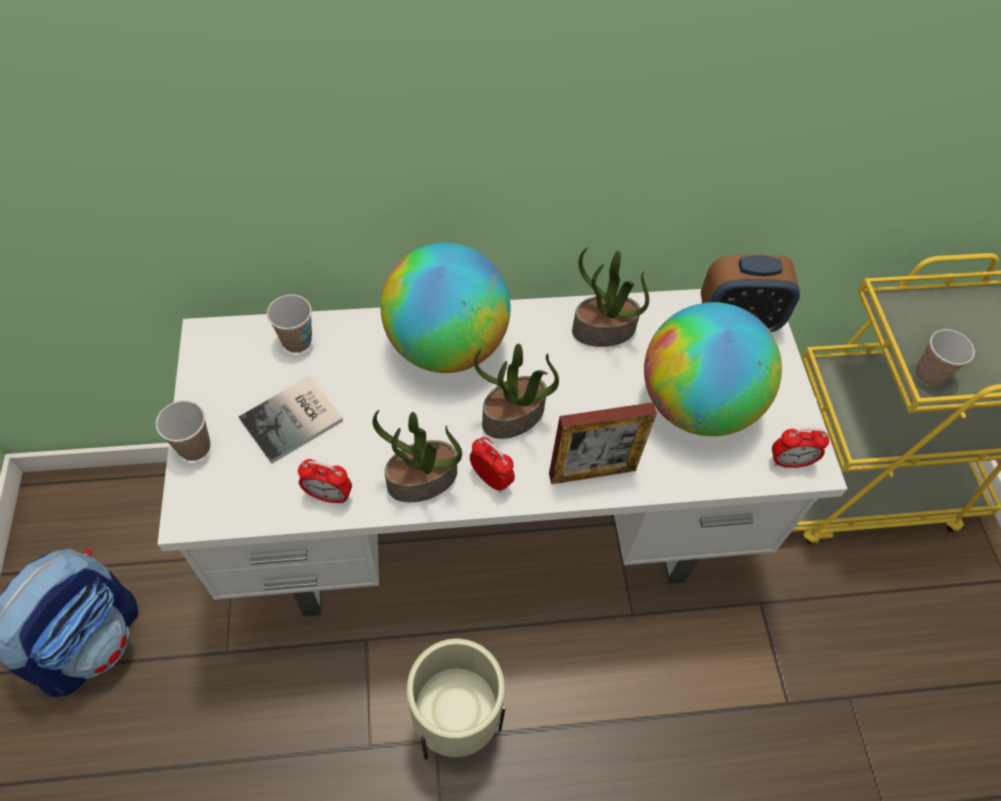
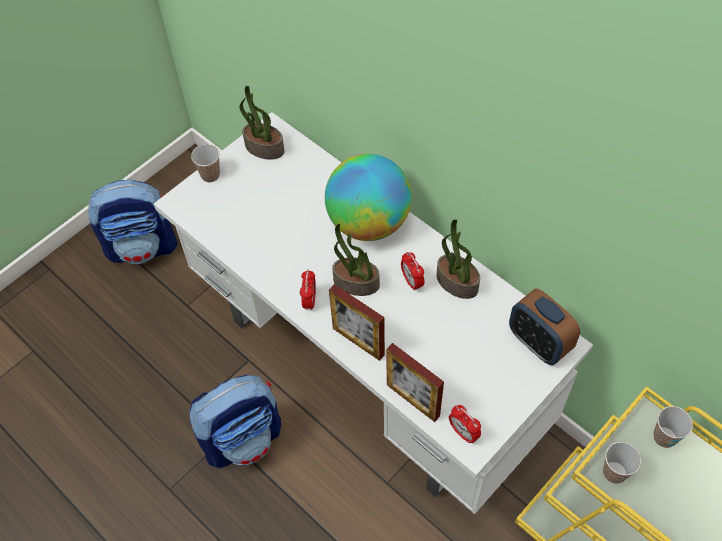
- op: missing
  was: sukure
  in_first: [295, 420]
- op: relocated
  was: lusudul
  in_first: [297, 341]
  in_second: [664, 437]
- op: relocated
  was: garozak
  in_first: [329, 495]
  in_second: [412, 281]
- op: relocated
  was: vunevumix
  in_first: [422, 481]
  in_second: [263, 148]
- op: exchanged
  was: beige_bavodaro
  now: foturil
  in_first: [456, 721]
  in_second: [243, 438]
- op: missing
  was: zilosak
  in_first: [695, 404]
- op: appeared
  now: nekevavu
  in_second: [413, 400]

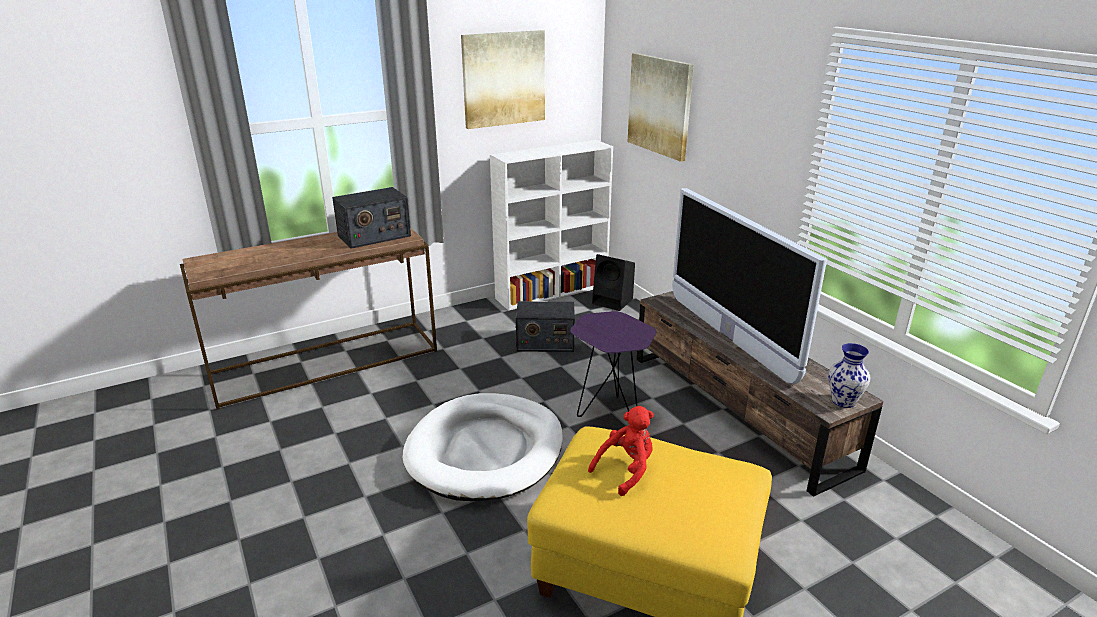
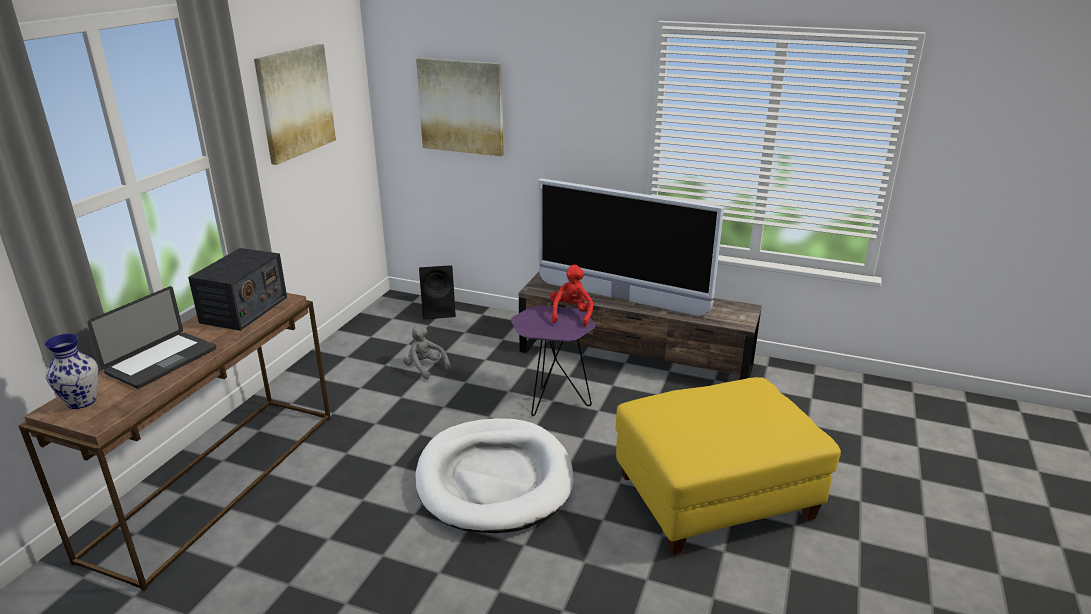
- op: missing
  was: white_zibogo
  in_first: [553, 291]
- op: exchanged
  was: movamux
  now: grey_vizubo
  in_first: [545, 342]
  in_second: [425, 368]
- op: relocated
  was: red_vizubo
  in_first: [626, 470]
  in_second: [571, 315]
- op: relocated
  was: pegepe
  in_first: [843, 402]
  in_second: [82, 402]
- op: appeared
  now: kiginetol
  in_second: [161, 361]

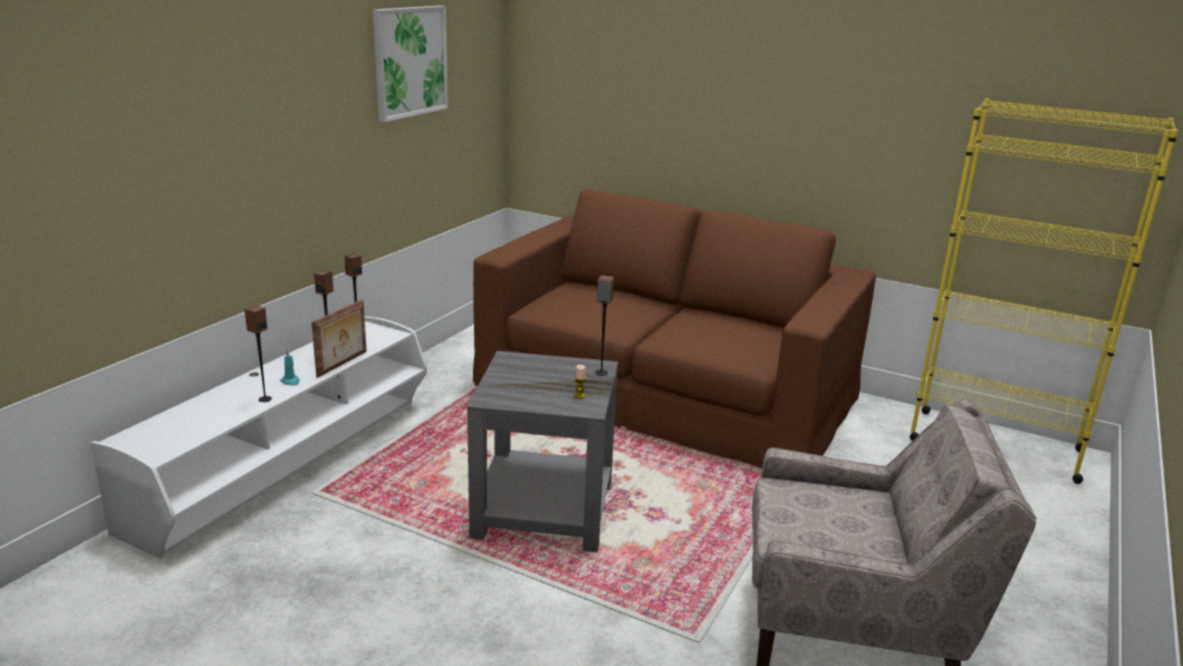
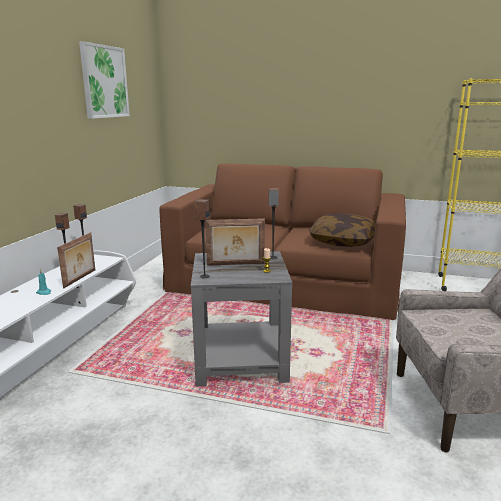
- op: relocated
  was: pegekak
  in_first: [265, 399]
  in_second: [204, 276]
- op: appeared
  now: nekevavu
  in_second: [236, 264]
- op: appeared
  now: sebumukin
  in_second: [343, 241]

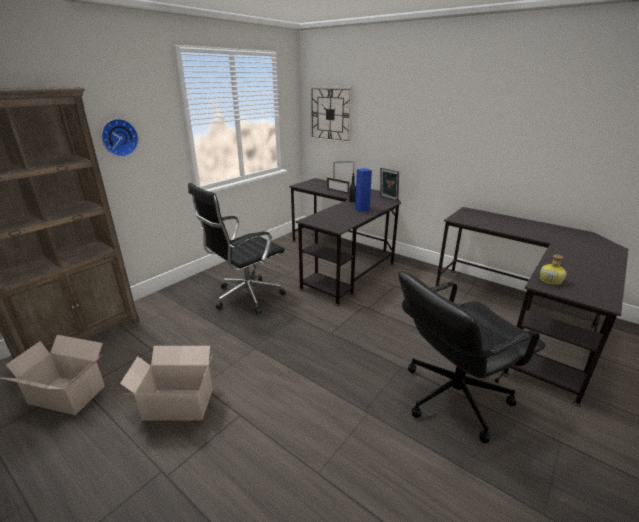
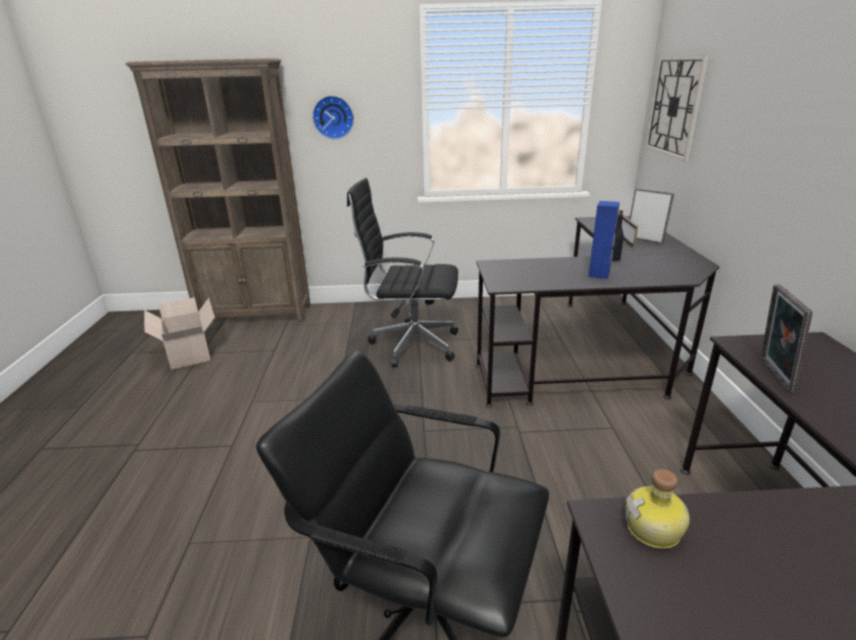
- op: missing
  was: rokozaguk
  in_first: [177, 404]
- op: relocated
  was: nekevavu
  in_first: [388, 198]
  in_second: [772, 374]

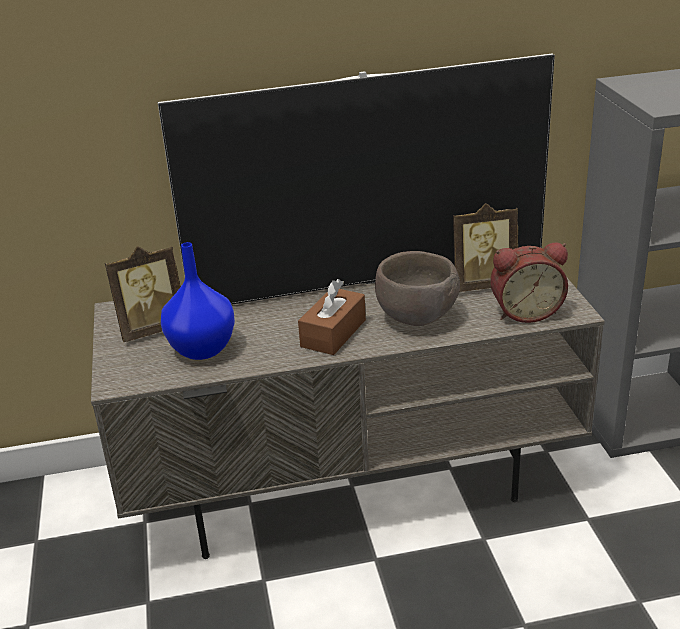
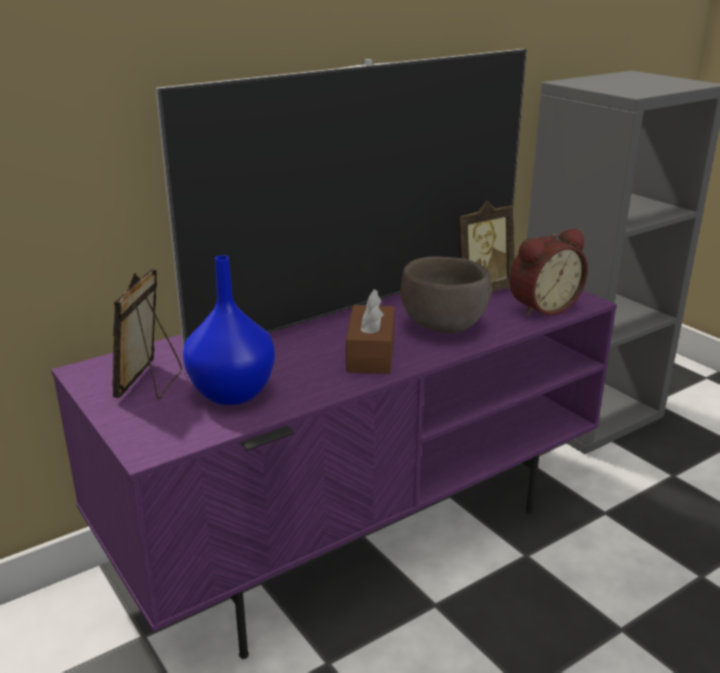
- op: colour
  was: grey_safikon
  now: purple_safikon
  in_first: [351, 480]
  in_second: [358, 530]
- op: spun
  was: nekevavu
  in_first: [152, 329]
  in_second: [151, 383]
  clockwise: 150

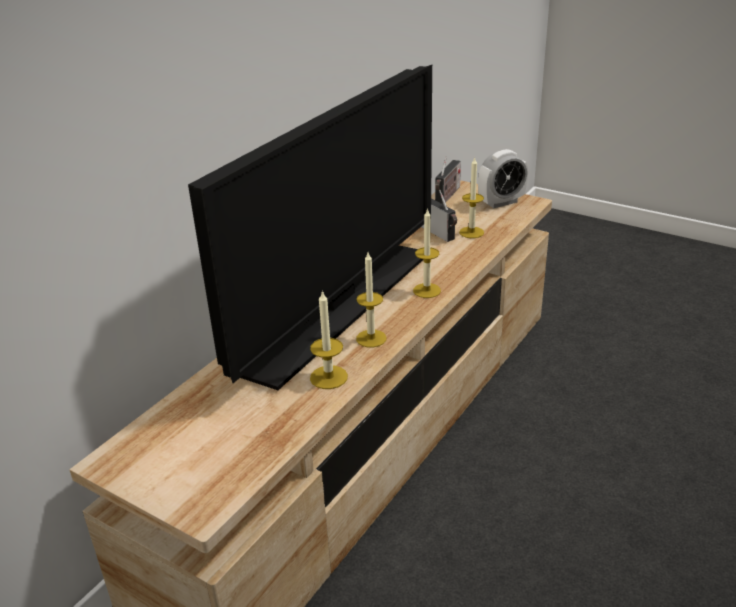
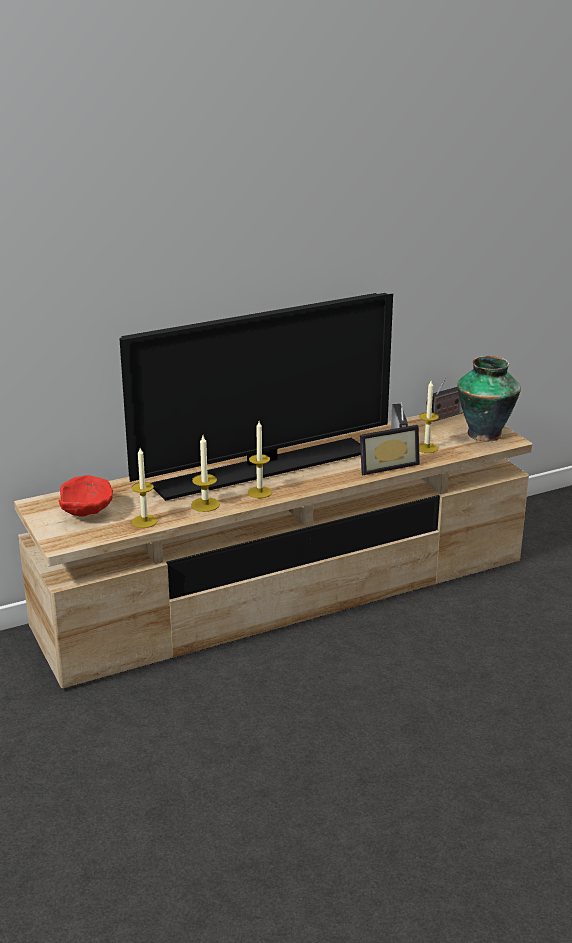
- op: relocated
  was: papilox
  in_first: [426, 290]
  in_second: [144, 521]
- op: exchanged
  was: garozak
  now: pegepe
  in_first: [501, 202]
  in_second: [484, 433]
- op: appeared
  now: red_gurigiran
  in_second: [87, 514]
- op: appeared
  now: nekevavu
  in_second: [386, 465]

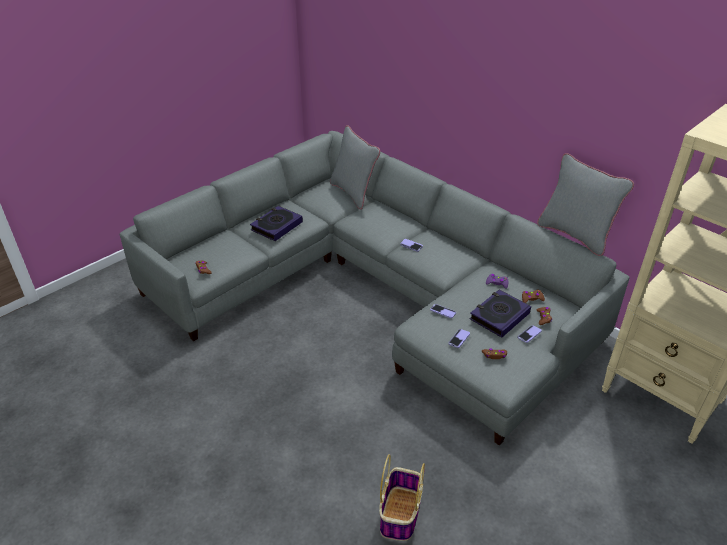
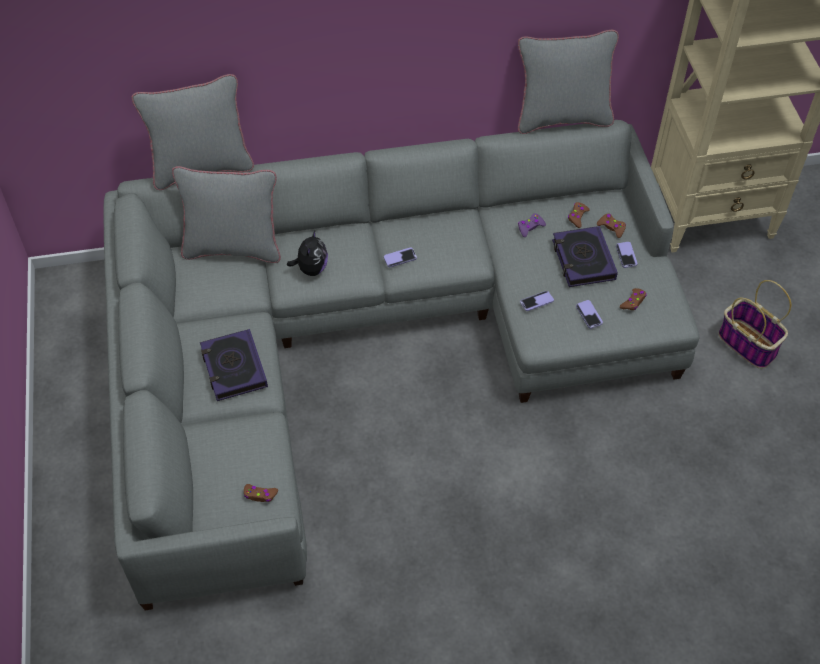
- op: relocated
  was: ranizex
  in_first: [400, 515]
  in_second: [748, 344]
- op: appeared
  now: grey_sebumukin
  in_second: [201, 168]
- op: appeared
  now: vizubo
  in_second: [311, 269]

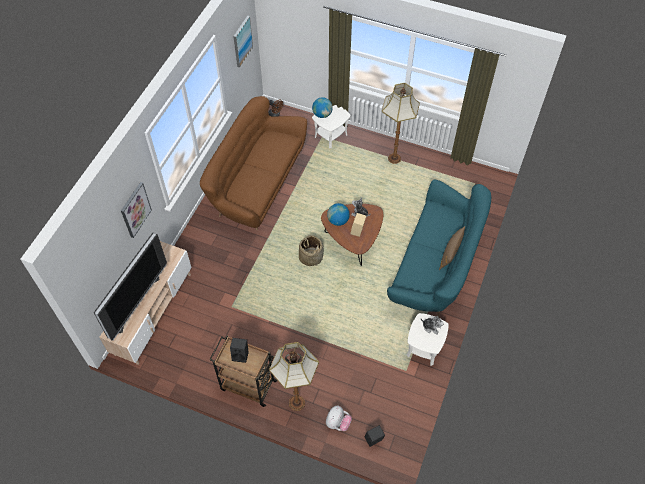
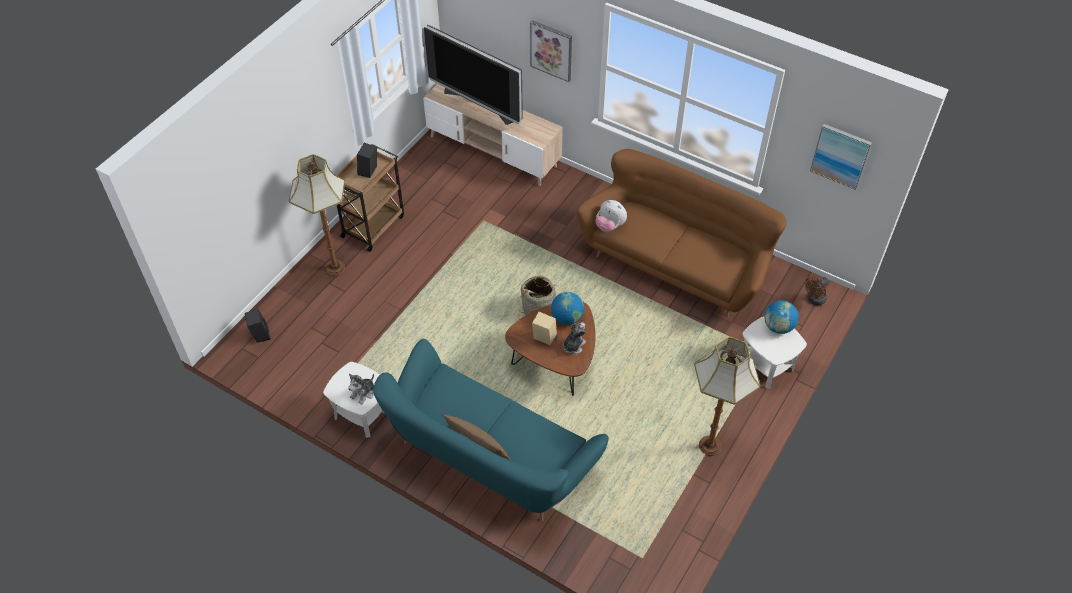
- op: relocated
  was: vizubo
  in_first: [337, 423]
  in_second: [610, 226]

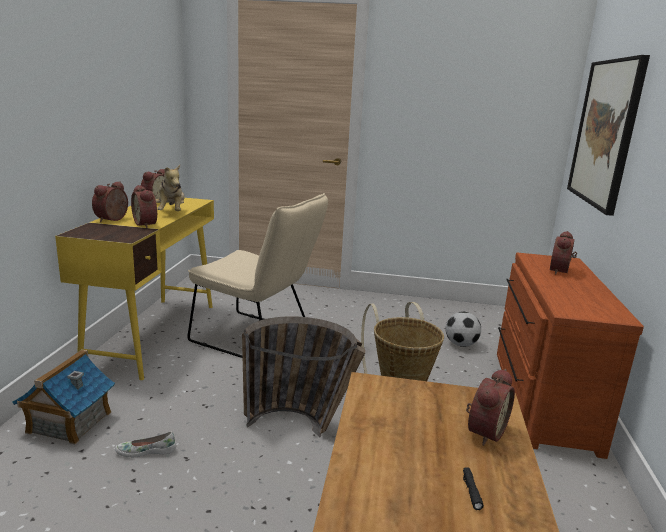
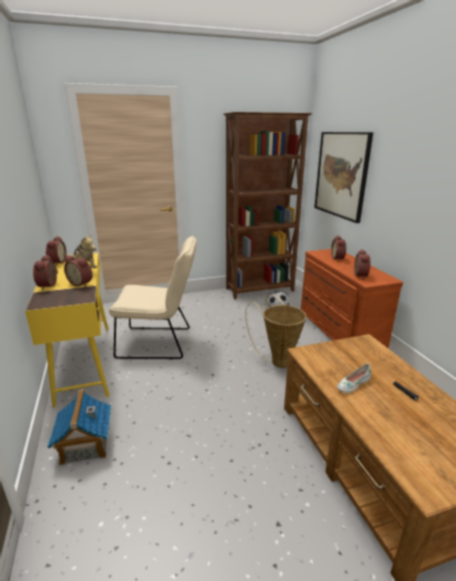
- op: relocated
  was: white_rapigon
  in_first: [146, 451]
  in_second: [352, 384]
- op: missing
  was: ranizex
  in_first: [302, 427]
- op: relocated
  was: garozak
  in_first: [483, 431]
  in_second: [358, 275]
- op: appeared
  now: brown_zibogo
  in_second: [260, 290]

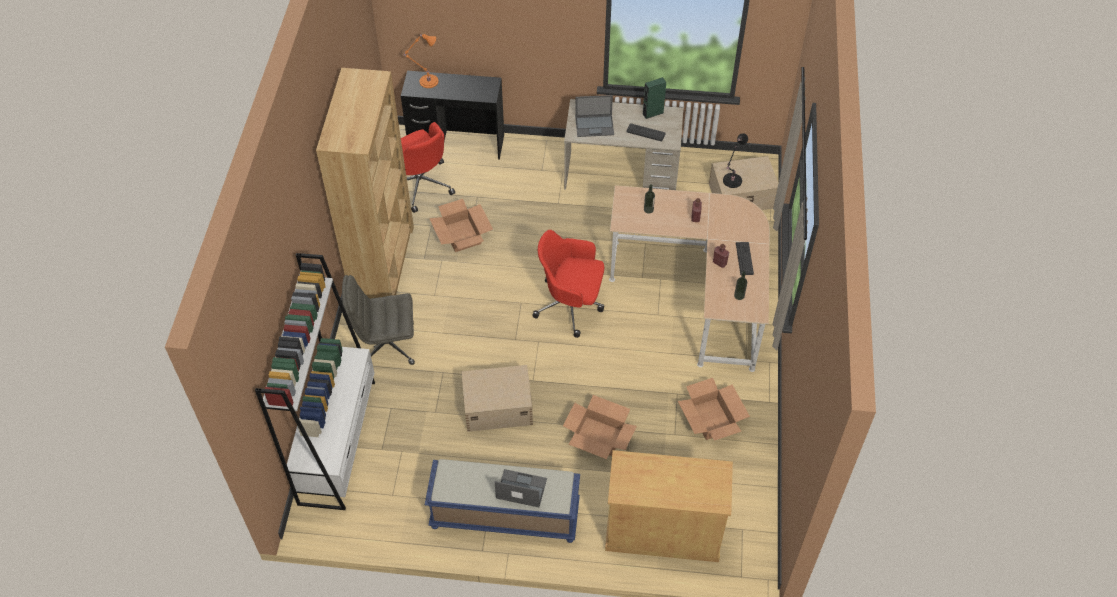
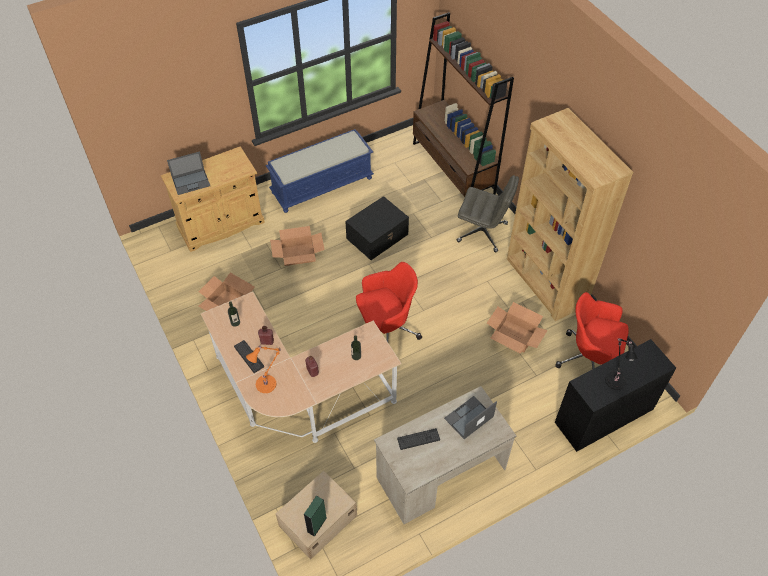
- op: colour
  was: white_zibogo
  now: brown_zibogo
  in_first: [337, 441]
  in_second: [453, 170]
- op: spun
  was: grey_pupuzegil
  in_first: [386, 345]
  in_second: [483, 232]
  clockwise: 60
- op: relocated
  was: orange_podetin
  in_first: [427, 81]
  in_second: [267, 383]
- op: colour
  was: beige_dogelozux
  now: black_dogelozux
  in_first: [497, 407]
  in_second: [378, 236]
- op: relocated
  was: kiginetol
  in_first: [520, 488]
  in_second: [191, 182]
- op: relocated
  was: green_pegekak
  in_first: [653, 113]
  in_second: [317, 524]
- op: relocated
  was: black_podetin
  in_first: [731, 181]
  in_second: [615, 379]

